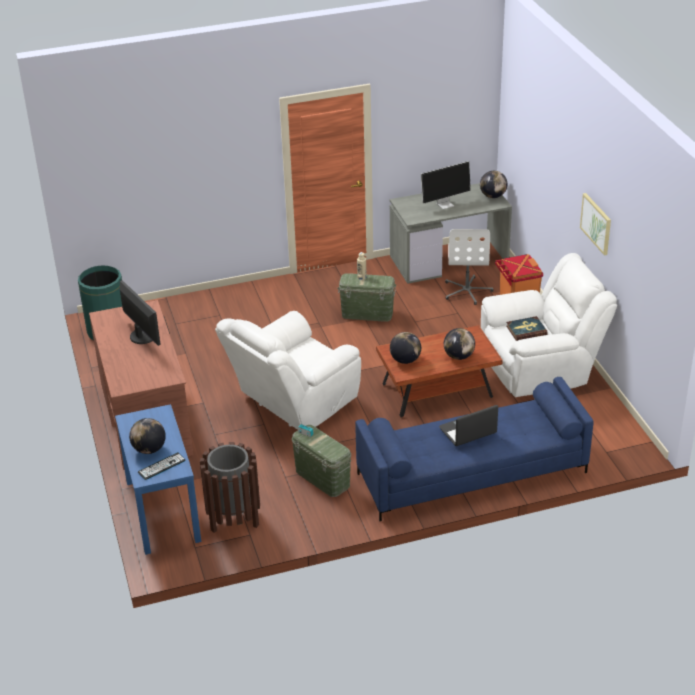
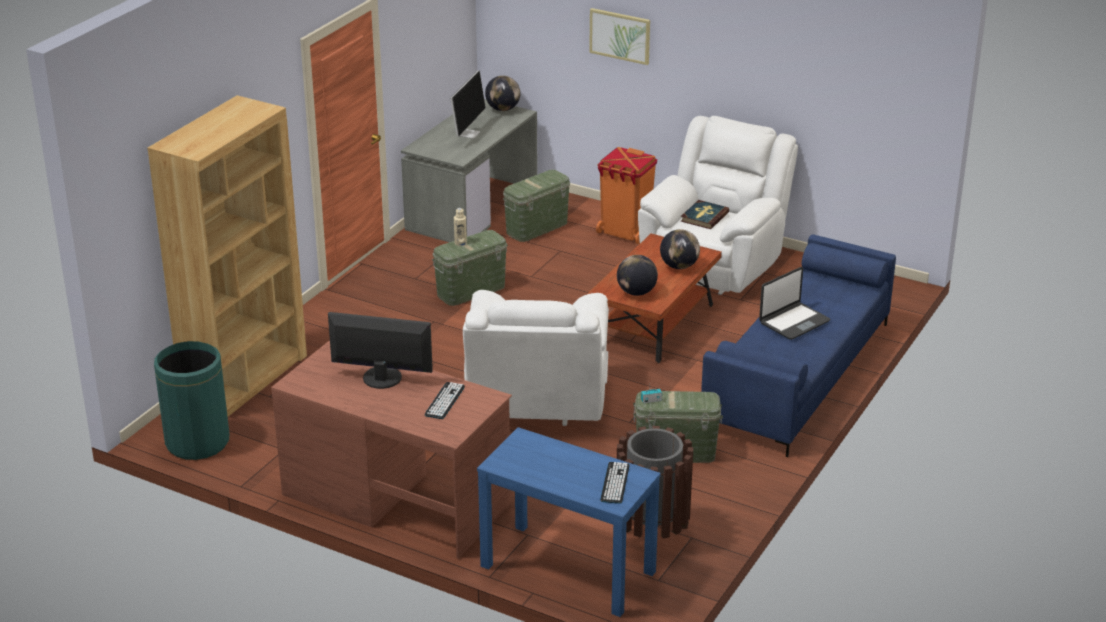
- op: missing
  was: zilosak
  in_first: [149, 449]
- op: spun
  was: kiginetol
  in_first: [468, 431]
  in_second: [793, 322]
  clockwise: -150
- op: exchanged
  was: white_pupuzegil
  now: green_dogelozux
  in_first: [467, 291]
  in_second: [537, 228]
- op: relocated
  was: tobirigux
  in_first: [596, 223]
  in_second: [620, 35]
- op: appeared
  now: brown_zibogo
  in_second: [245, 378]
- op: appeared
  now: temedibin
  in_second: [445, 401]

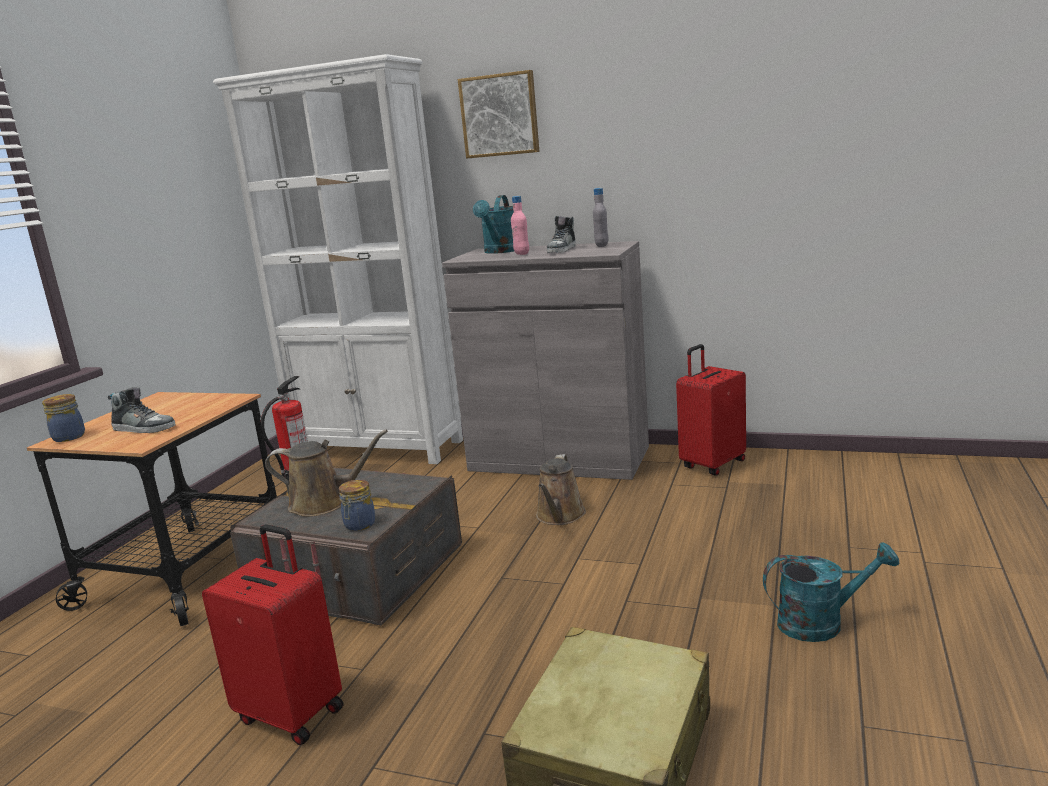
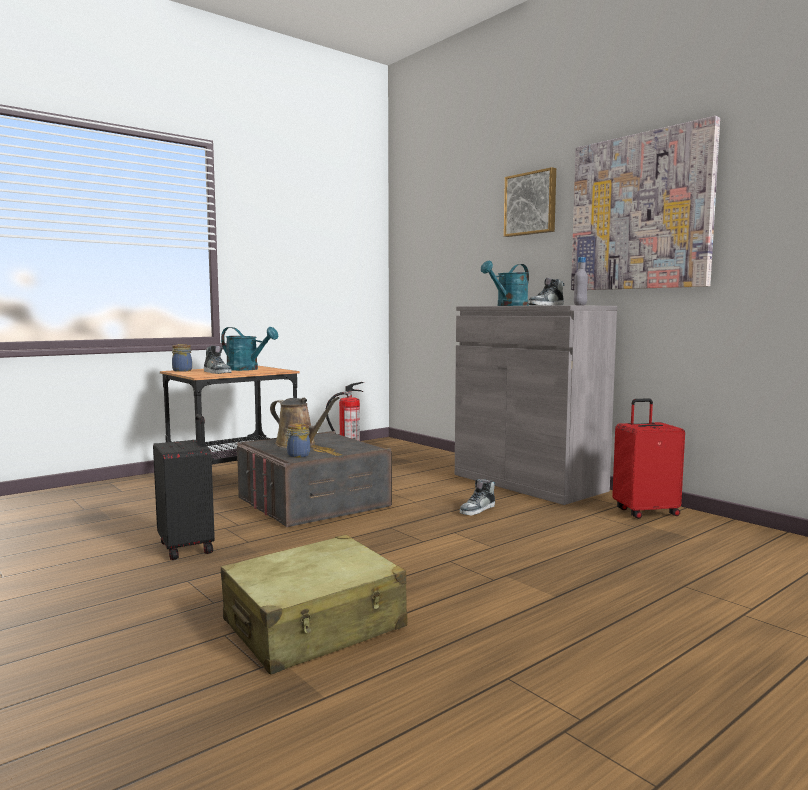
- op: colour
  was: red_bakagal
  now: black_bakagal
  in_first: [292, 713]
  in_second: [188, 547]
- op: missing
  was: white_zibogo
  in_first: [378, 448]
- op: missing
  was: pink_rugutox
  in_first: [521, 253]
- op: exchanged
  was: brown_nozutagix
  now: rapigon
  in_first: [559, 516]
  in_second: [477, 510]
- op: relocated
  was: turquoise_nozutagix
  in_first: [821, 623]
  in_second: [247, 369]
- op: appeared
  now: tobirigux
  in_second: [640, 212]

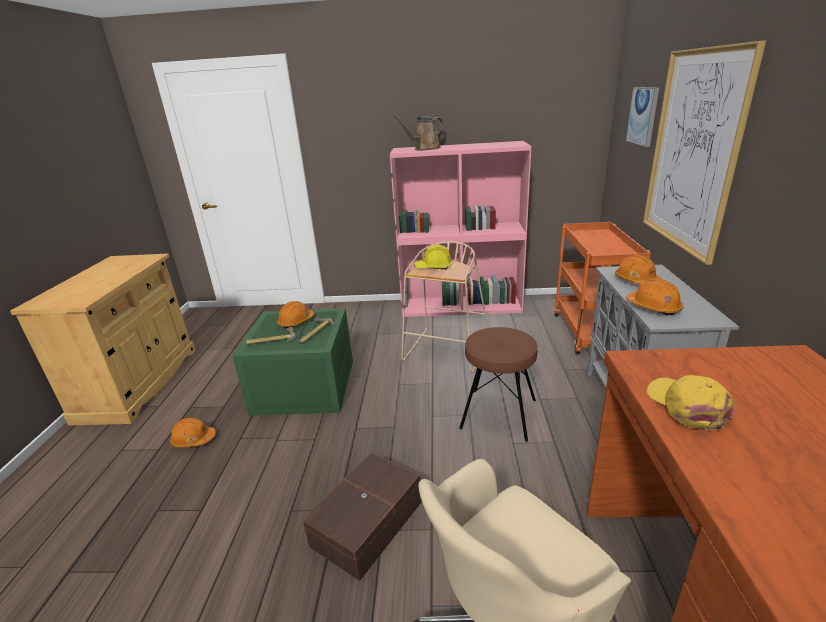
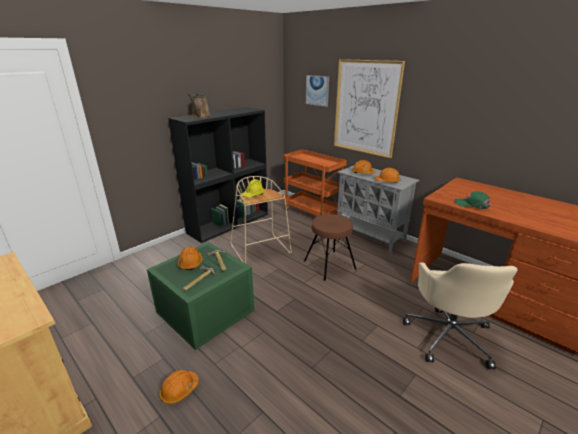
- op: missing
  was: brown_dogelozux
  in_first: [365, 523]
- op: colour
  was: pink_zibogo
  now: black_zibogo
  in_first: [461, 306]
  in_second: [229, 223]
- op: colour
  was: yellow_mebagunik
  now: green_mebagunik
  in_first: [687, 406]
  in_second: [472, 204]

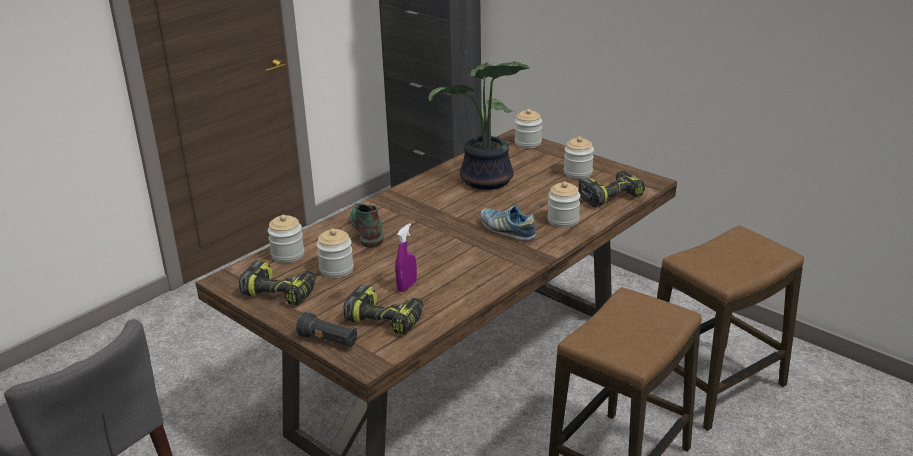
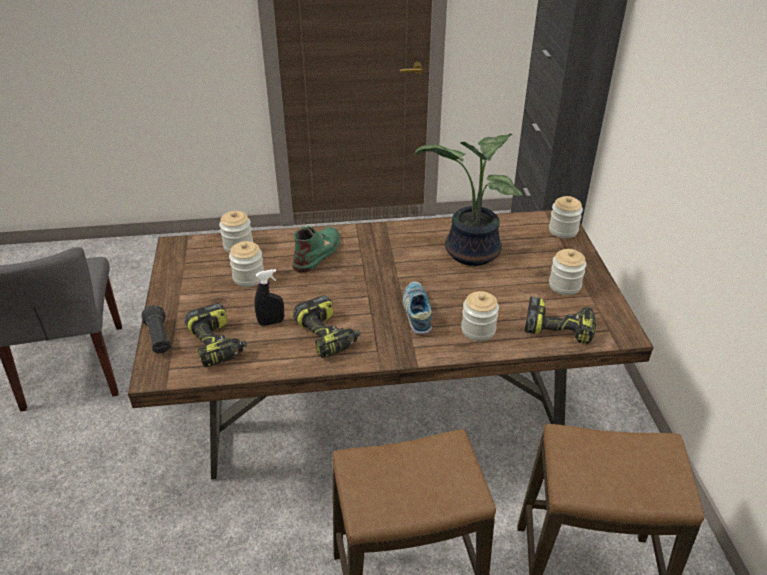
- op: relocated
  was: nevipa
  in_first: [282, 292]
  in_second: [327, 335]
- op: colour
  was: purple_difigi
  now: black_difigi
  in_first: [407, 286]
  in_second: [271, 322]

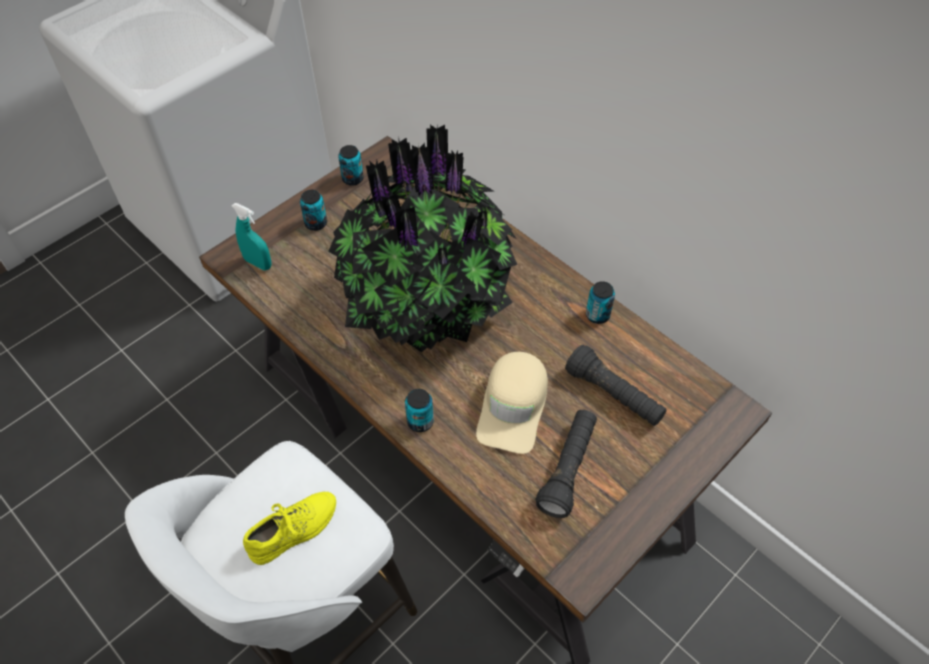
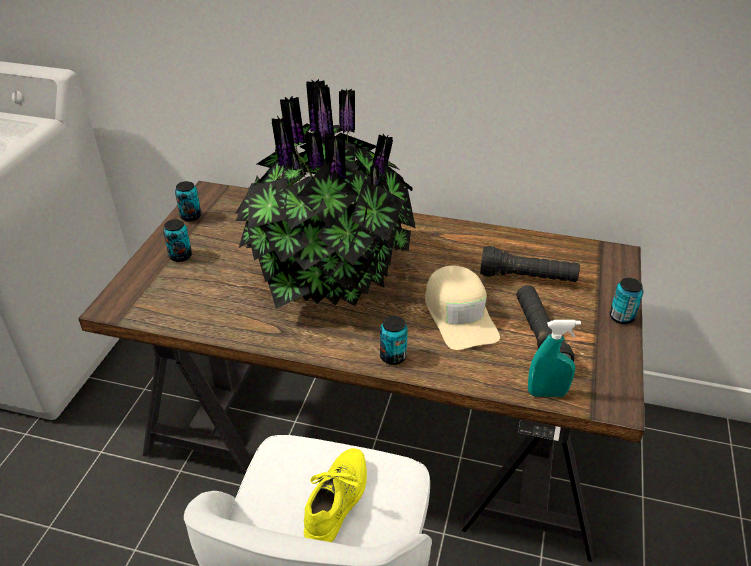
- op: relocated
  was: turquoise_difigi
  in_first: [258, 263]
  in_second: [547, 393]
- op: relocated
  was: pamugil
  in_first: [597, 315]
  in_second: [621, 317]

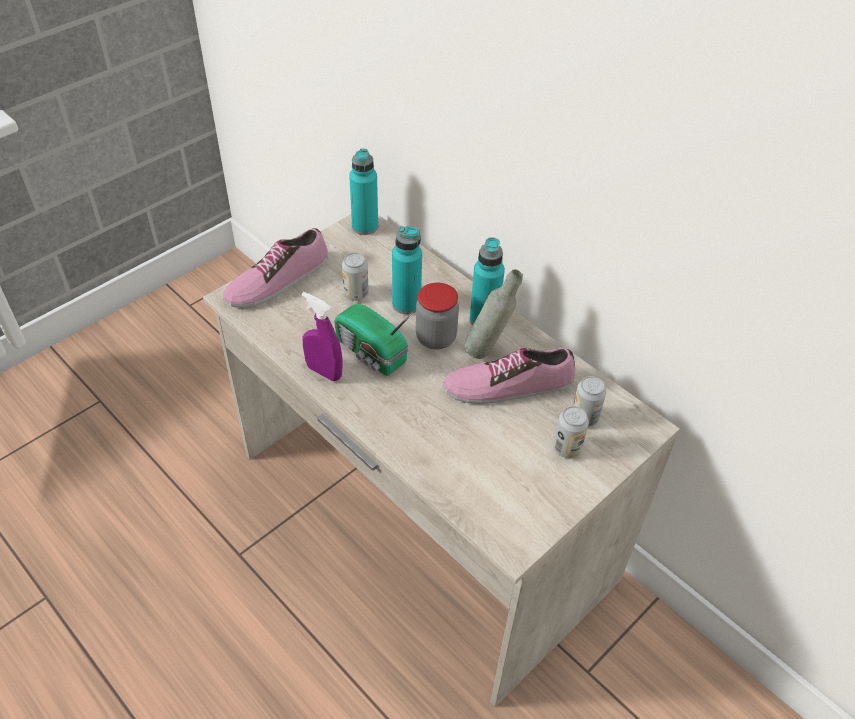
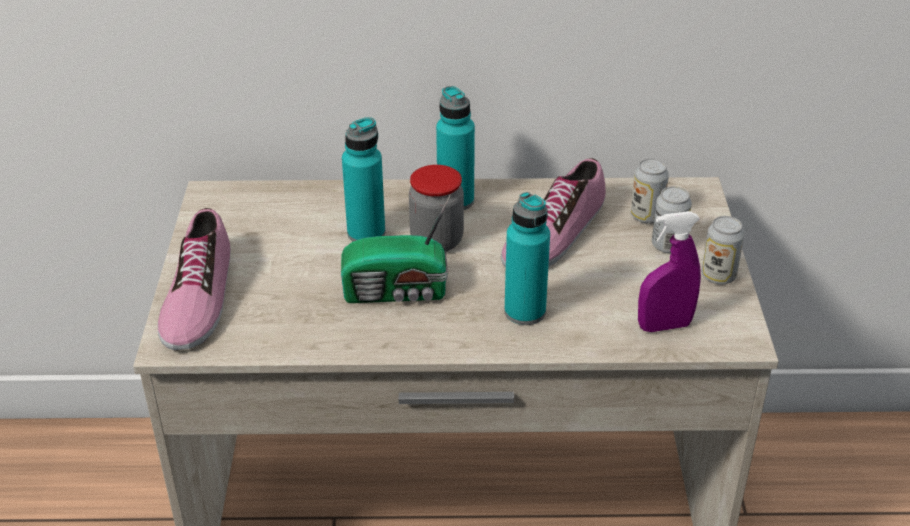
- op: relocated
  was: purple_difigi
  in_first: [324, 372]
  in_second: [664, 326]
- op: relocated
  was: pamugil
  in_first: [356, 294]
  in_second: [718, 276]
- op: relocated
  was: turquoise_rugutox
  in_first: [365, 226]
  in_second: [525, 312]
- op: missing
  was: grey_rugutox
  in_first: [488, 350]

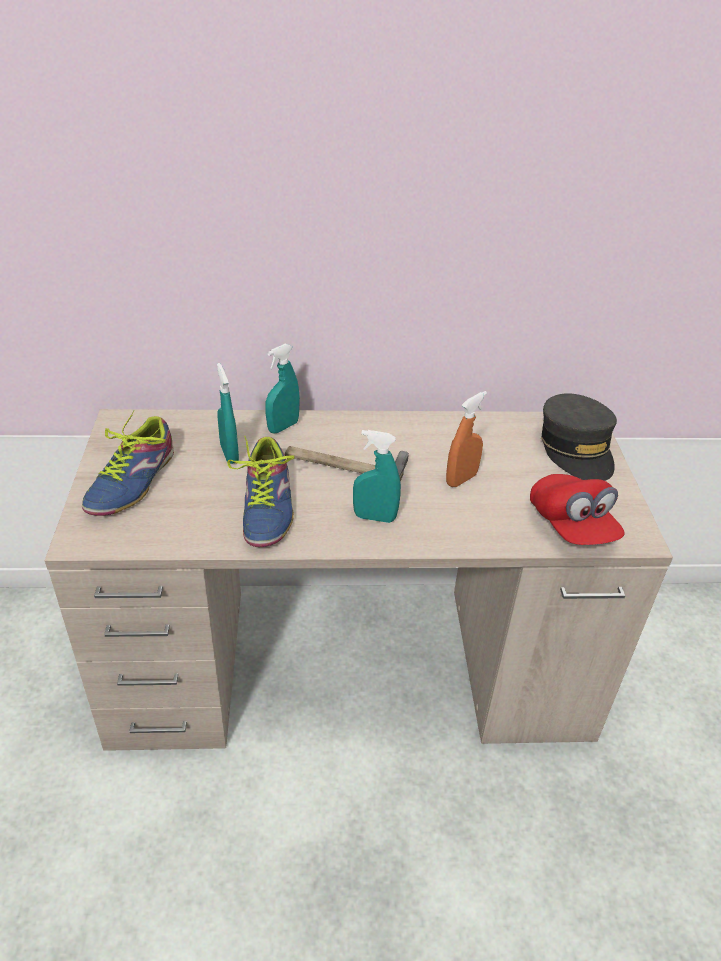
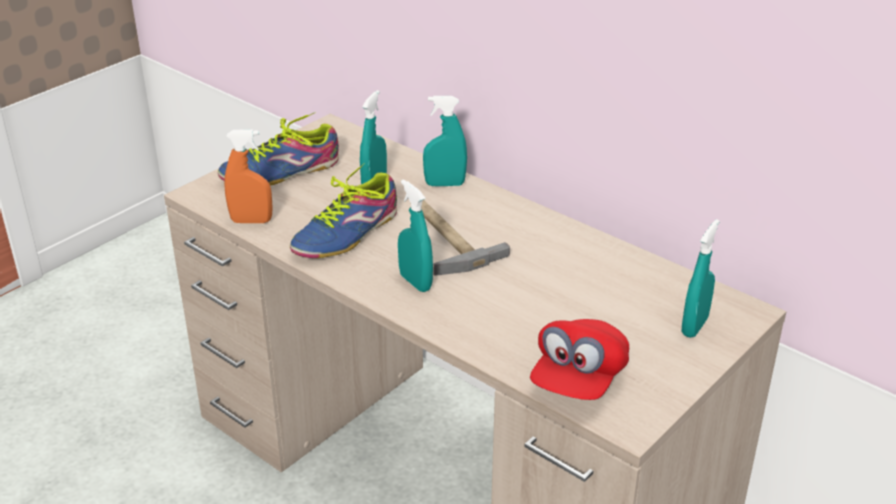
- op: relocated
  was: orange_difigi
  in_first: [461, 479]
  in_second: [251, 221]
- op: exchanged
  was: grey_mebagunik
  now: turquoise_difigi
  in_first: [576, 449]
  in_second: [694, 326]

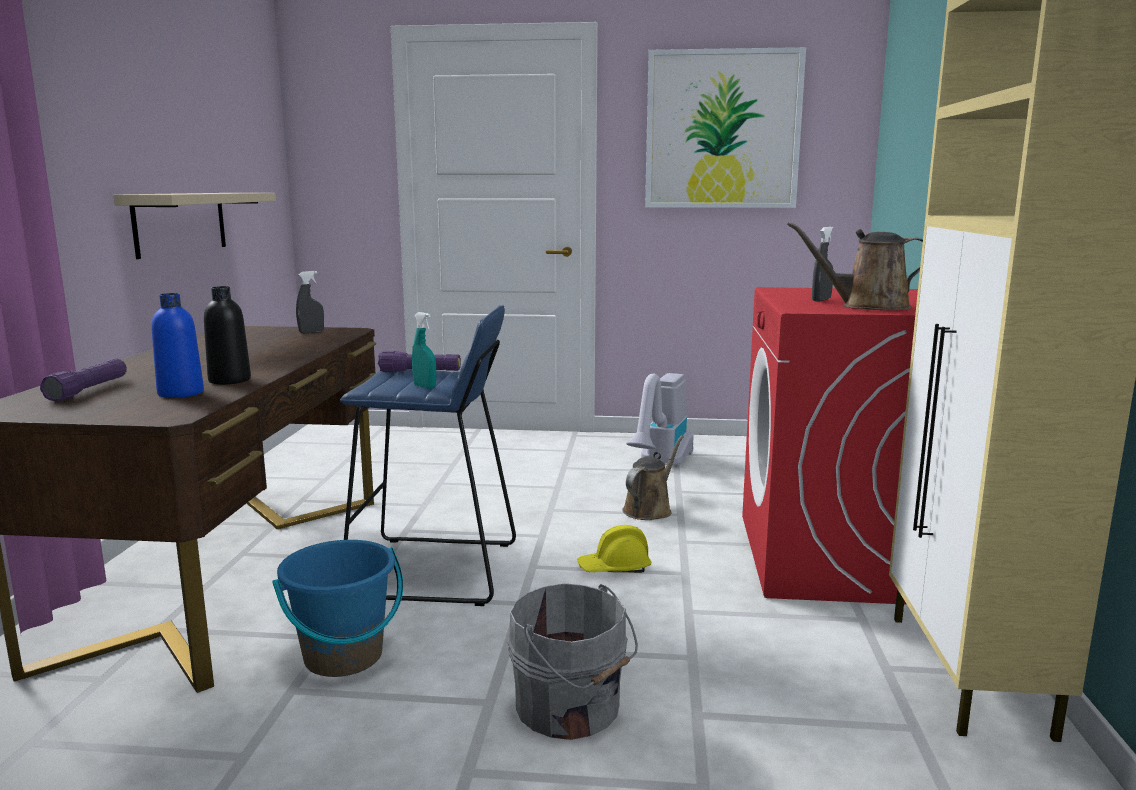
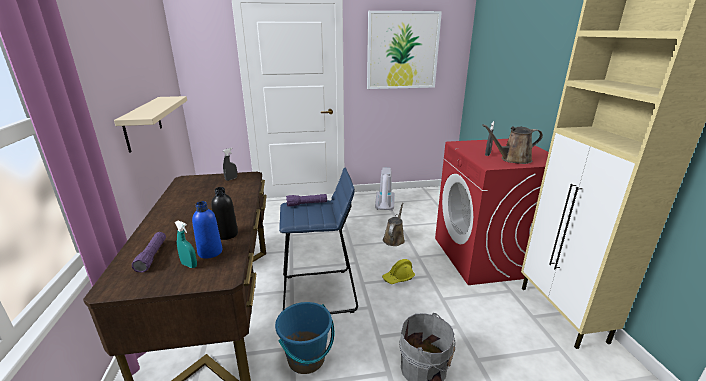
- op: relocated
  was: turquoise_difigi
  in_first: [425, 387]
  in_second: [189, 265]

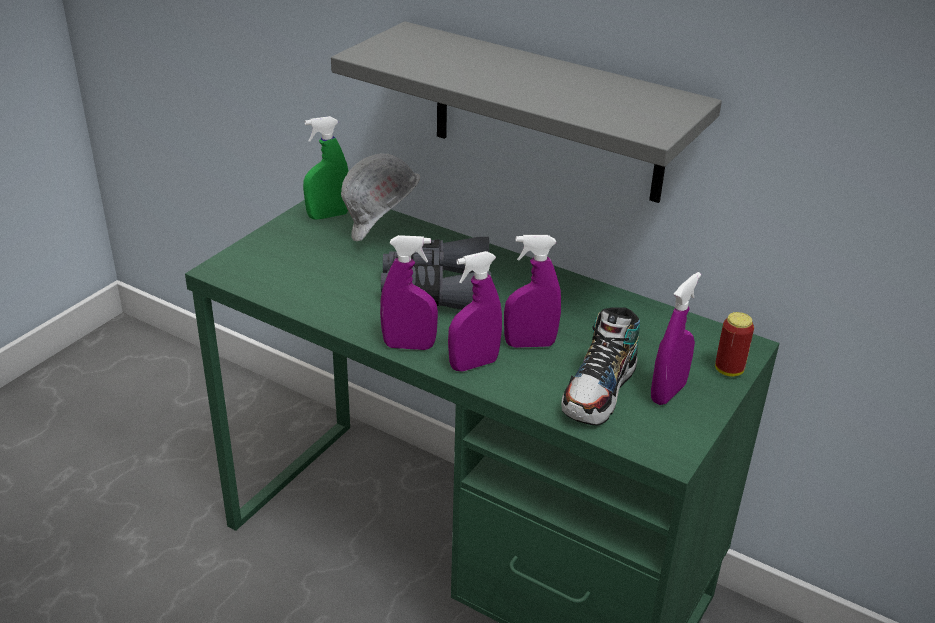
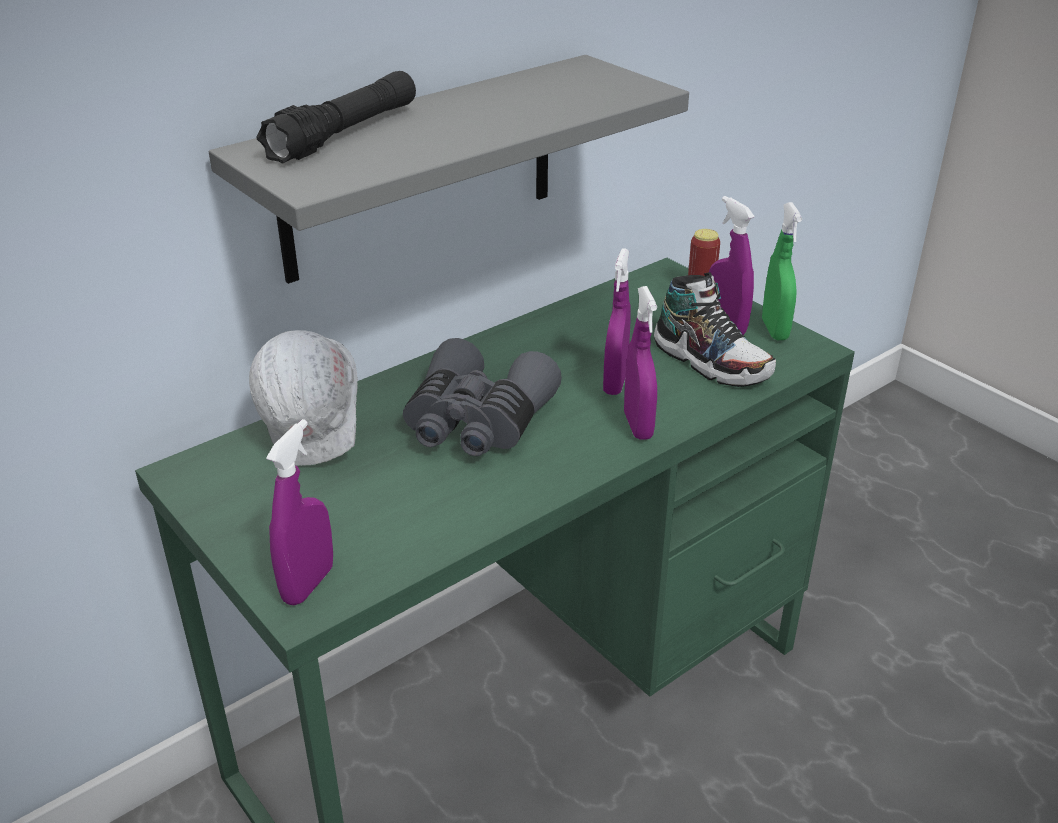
- op: relocated
  was: green_difigi
  in_first: [328, 215]
  in_second: [774, 330]
- op: relocated
  was: purple_difigi
  in_first: [409, 346]
  in_second: [308, 584]
- op: appeared
  now: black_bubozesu
  in_second: [344, 134]

